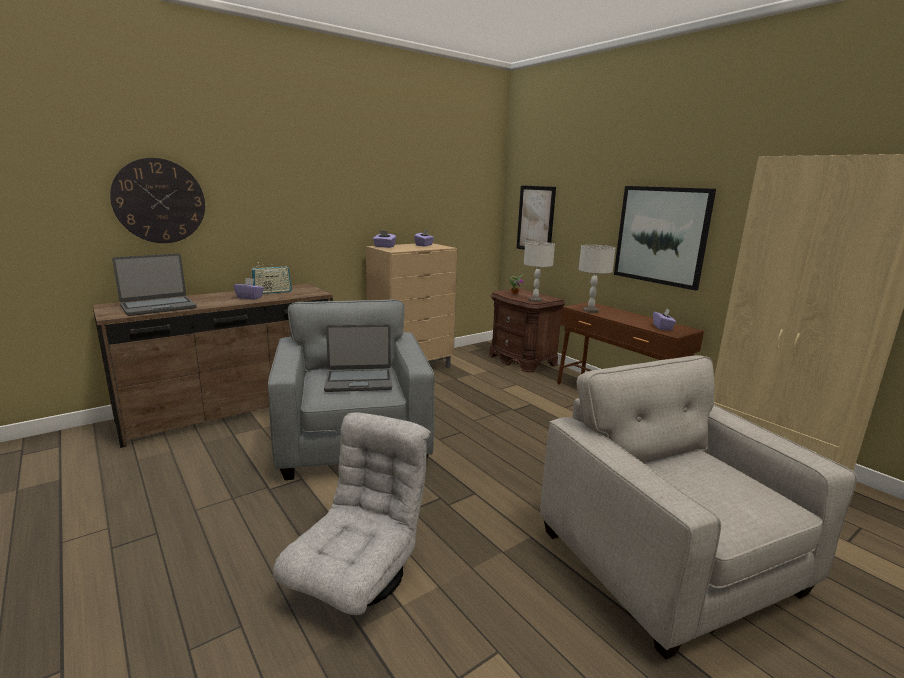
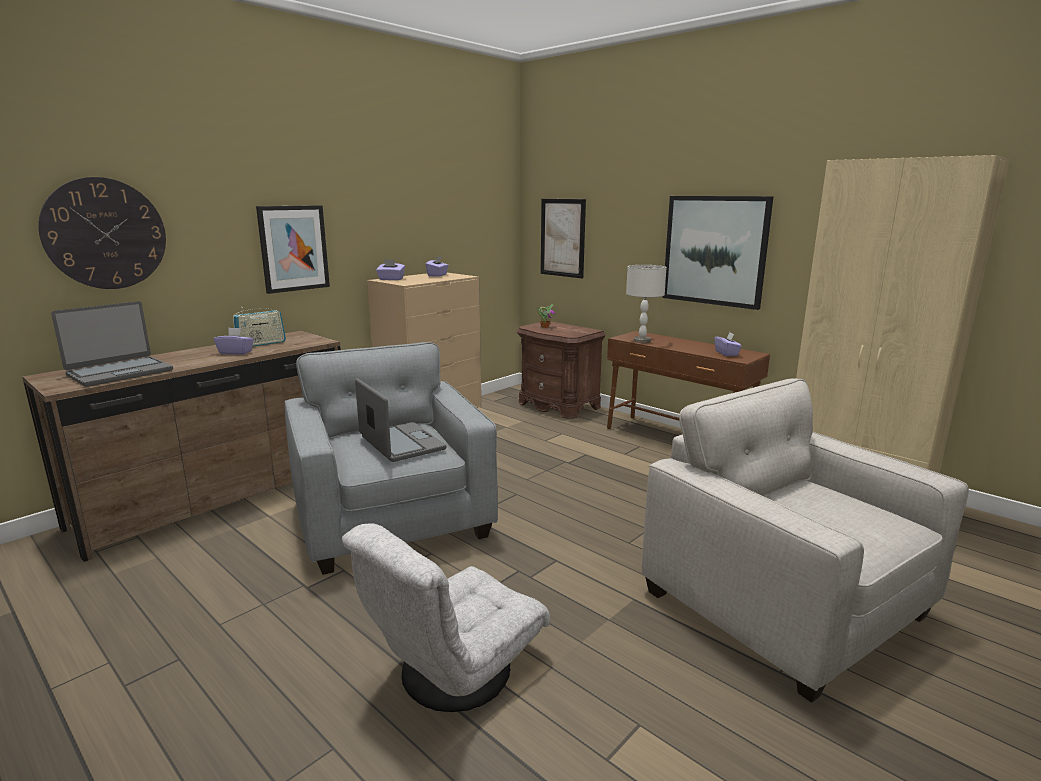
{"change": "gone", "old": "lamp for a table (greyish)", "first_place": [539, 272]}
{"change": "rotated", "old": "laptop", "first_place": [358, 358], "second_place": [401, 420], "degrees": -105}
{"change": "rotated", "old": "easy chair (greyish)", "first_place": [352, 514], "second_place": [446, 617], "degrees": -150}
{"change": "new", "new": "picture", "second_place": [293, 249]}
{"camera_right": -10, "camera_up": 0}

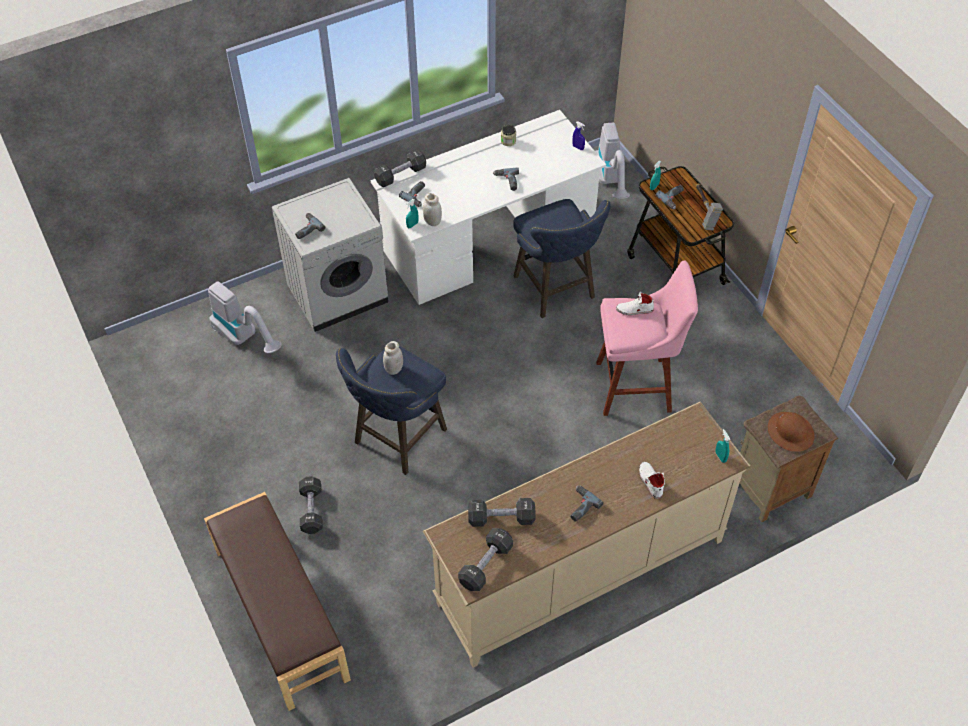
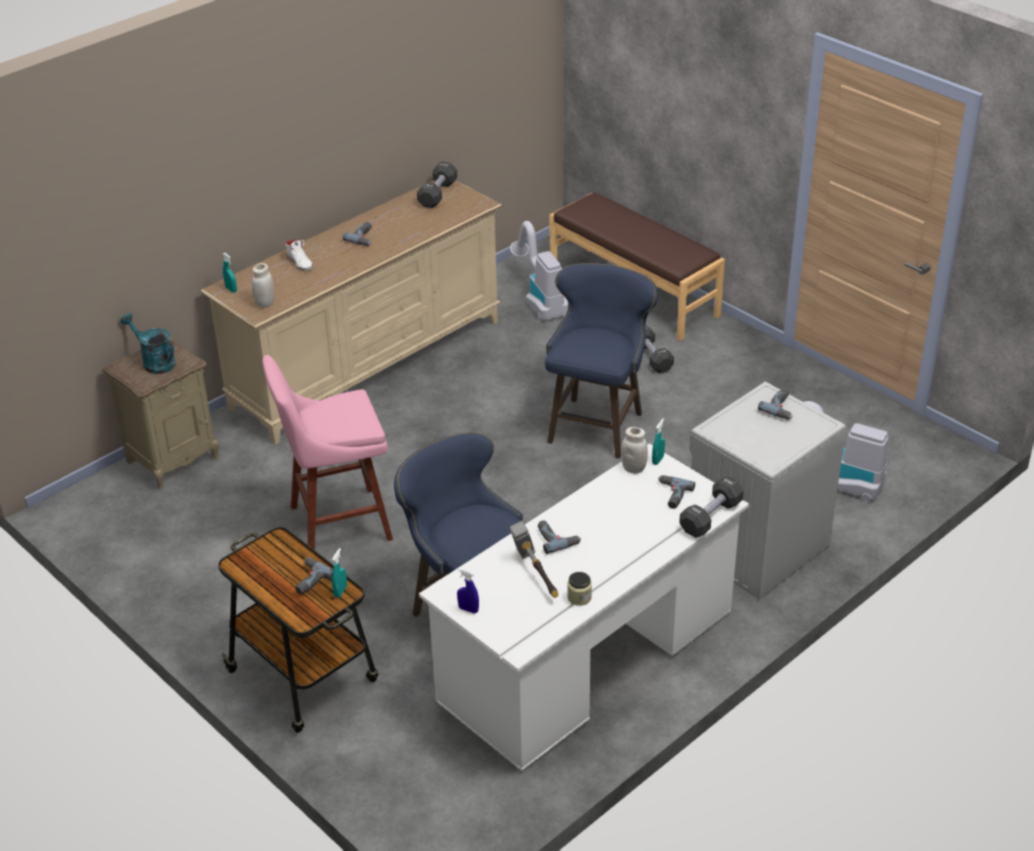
{"change": "shifted", "old": "hoover", "first_place": [612, 161], "second_place": [539, 271]}
{"change": "shifted", "old": "hand hammer", "first_place": [709, 206], "second_place": [534, 559]}
{"change": "gone", "old": "low shoe (white-coloured)", "first_place": [635, 303]}
{"change": "shifted", "old": "storage jar (white-coloured)", "first_place": [393, 358], "second_place": [263, 285]}
{"change": "swapped", "old": "work helmet (brownish)", "new": "watering pot (turquoise)", "first_place": [791, 432], "second_place": [148, 343]}
{"change": "gone", "old": "dumbbell (black-coloured)", "first_place": [502, 512]}
{"camera_right": 165, "camera_up": -15}

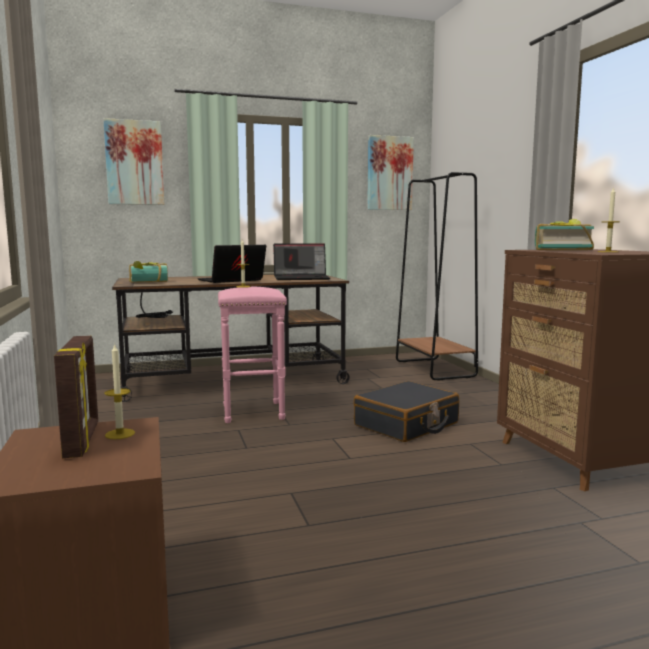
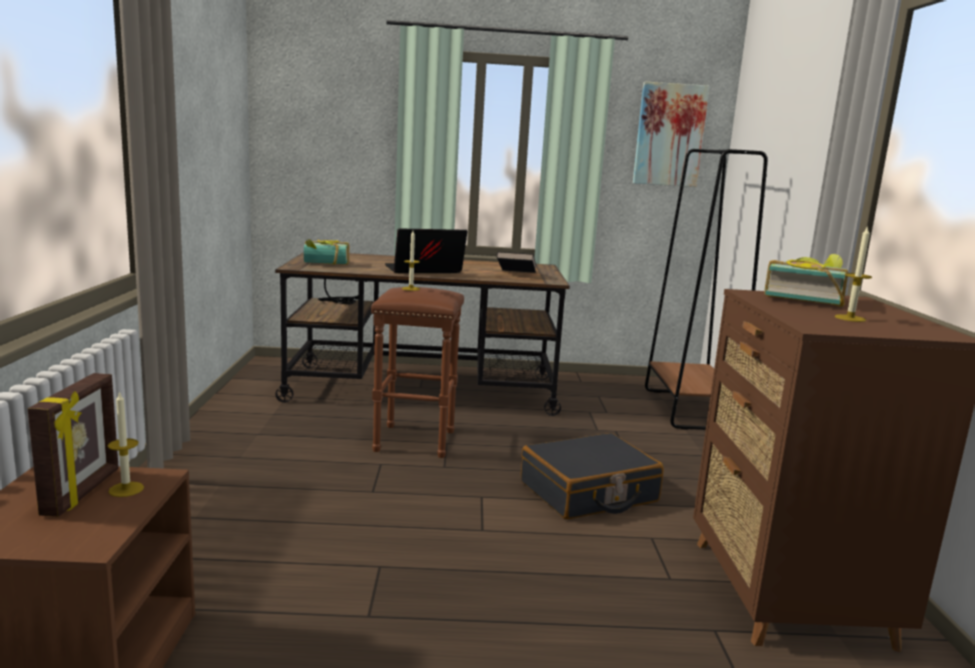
{"change": "gone", "old": "picture", "first_place": [133, 161]}
{"change": "swapped", "old": "laptop", "new": "bound book (black-coloured)", "first_place": [301, 261], "second_place": [516, 262]}
{"change": "repainted", "old": "stool seat (pinkish)", "new": "stool seat (brownish)", "first_place": [252, 355], "second_place": [417, 372]}
{"camera_right": 15, "camera_up": 5}

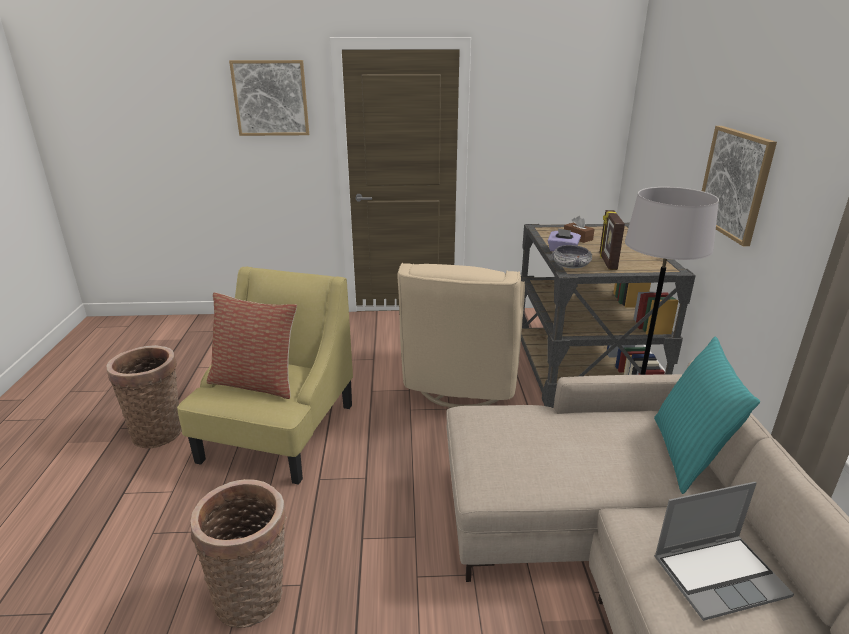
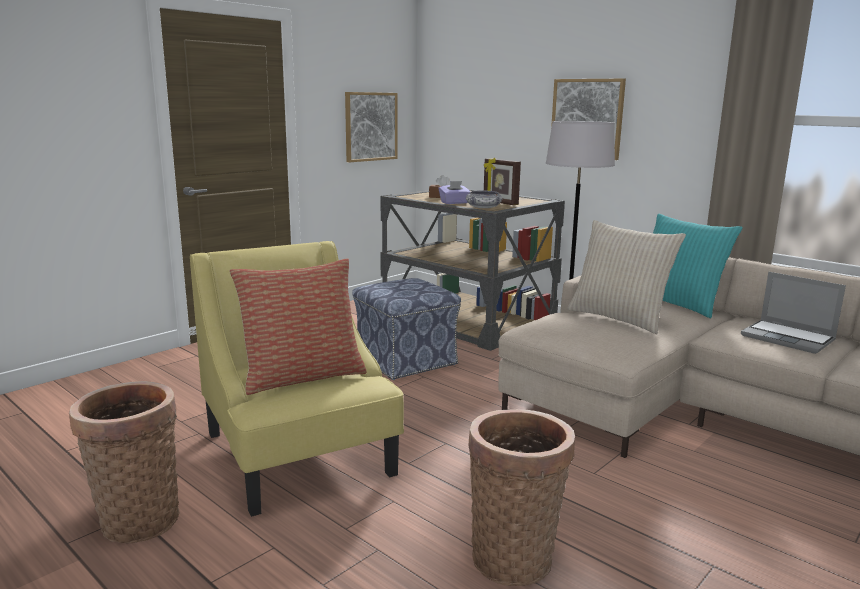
{"change": "shifted", "old": "picture", "first_place": [269, 98], "second_place": [371, 127]}
{"change": "swapped", "old": "easy chair (beige-coloured)", "new": "ottoman", "first_place": [461, 335], "second_place": [406, 329]}
{"change": "rotated", "old": "laptop", "first_place": [724, 551], "second_place": [793, 313], "degrees": 105}
{"change": "new", "new": "throw pillow (beige-coloured)", "second_place": [626, 277]}
{"camera_right": -45, "camera_up": -10}

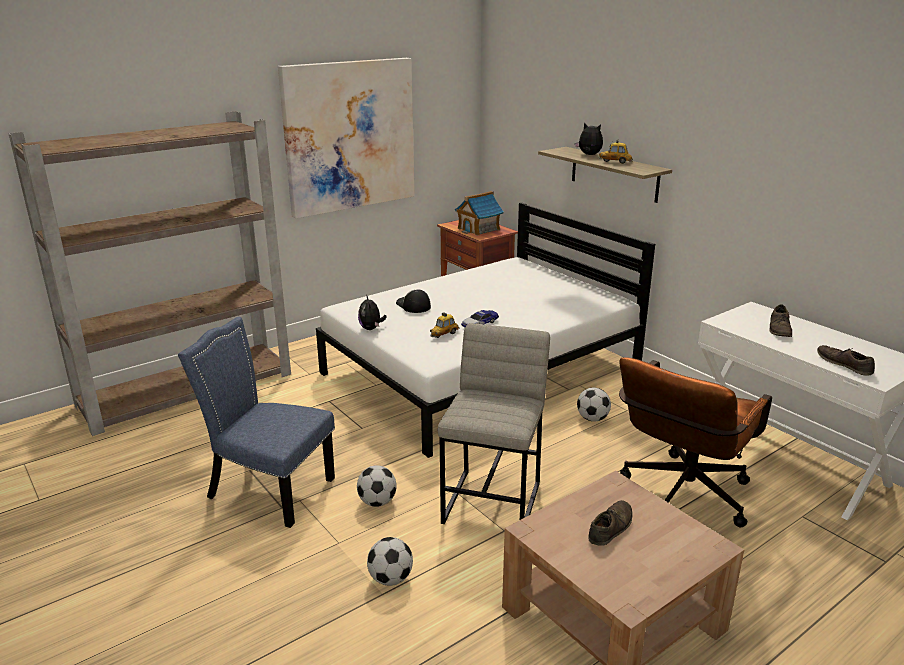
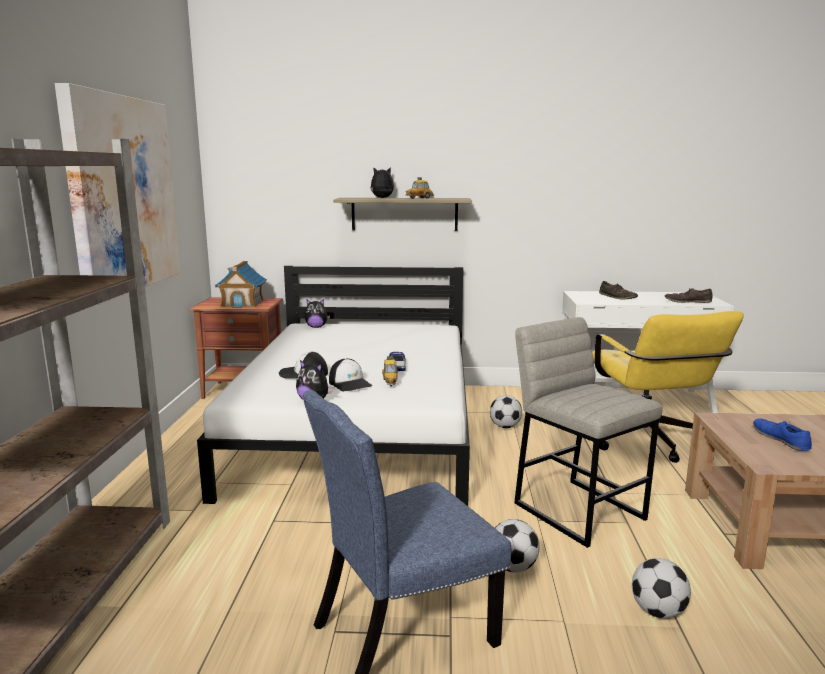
{"change": "repainted", "old": "desk chair (brownish)", "new": "desk chair (yellow-coloured)", "first_place": [695, 442], "second_place": [668, 387]}
{"change": "repainted", "old": "low shoe (brownish)", "new": "low shoe (blue)", "first_place": [611, 523], "second_place": [782, 434]}
{"change": "new", "new": "cuddly toy", "second_place": [317, 313]}
{"change": "new", "new": "peaked cap", "second_place": [350, 375]}
{"camera_right": -50, "camera_up": -10}

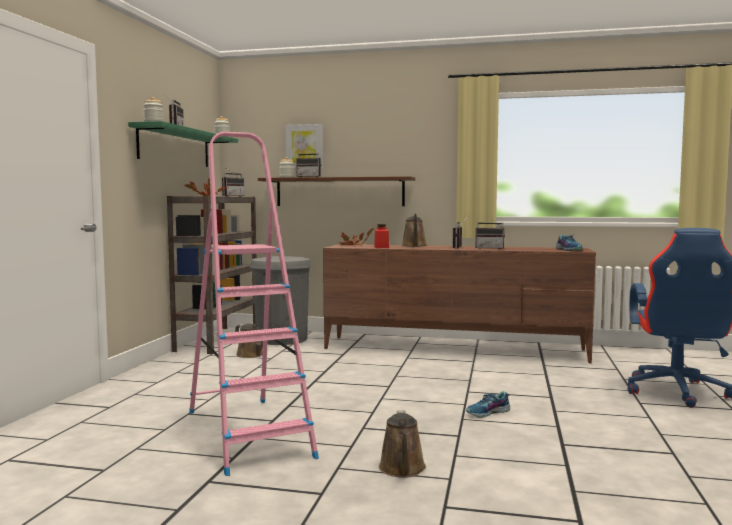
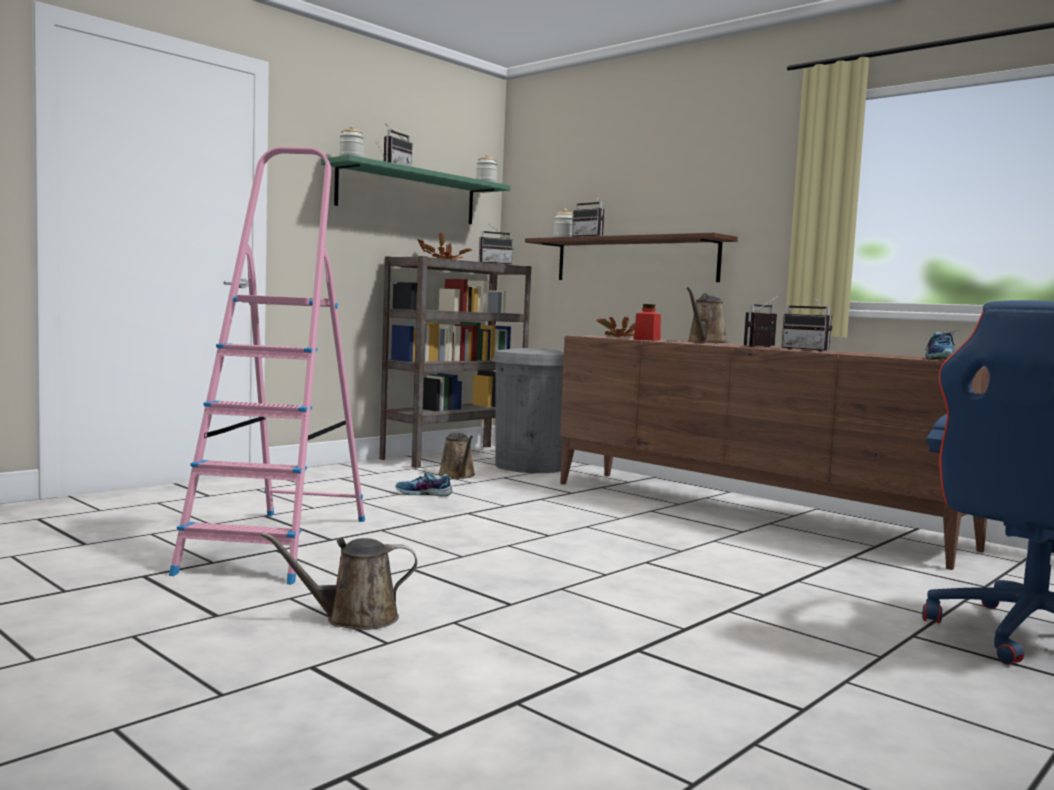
{"change": "gone", "old": "picture", "first_place": [304, 146]}
{"change": "shifted", "old": "low shoe", "first_place": [488, 404], "second_place": [424, 484]}
{"change": "rotated", "old": "watering pot (brownish)", "first_place": [402, 444], "second_place": [339, 581], "degrees": 45}
{"camera_right": 30, "camera_up": 0}

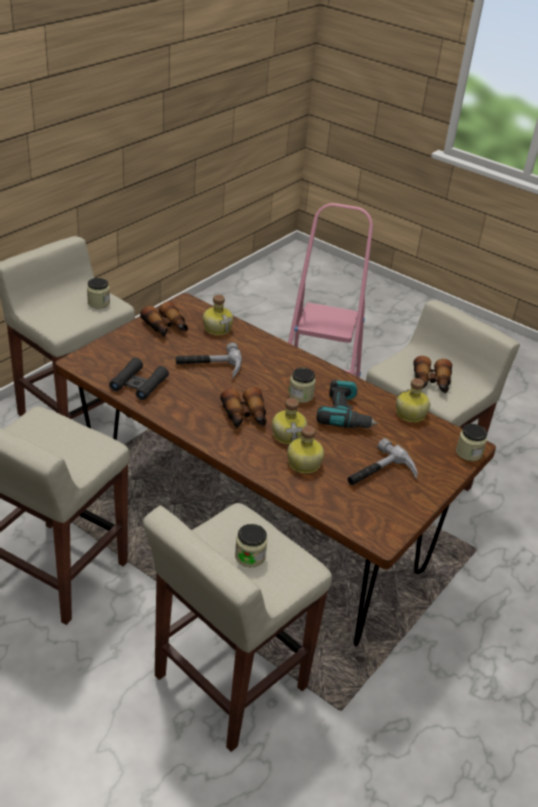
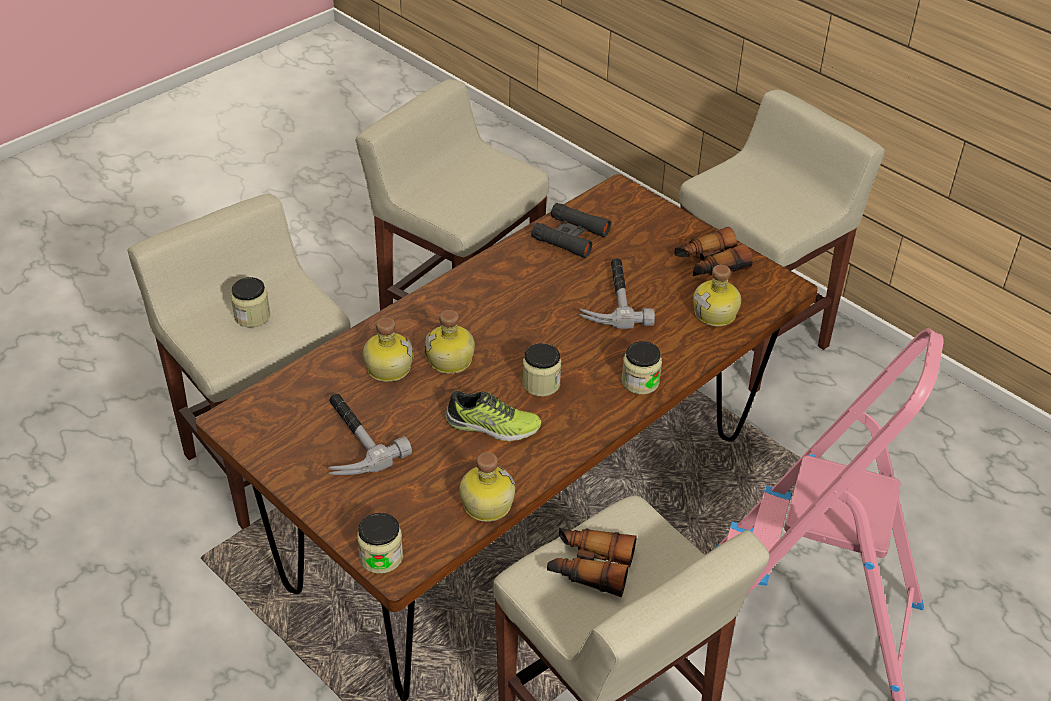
{"change": "shifted", "old": "storage jar", "first_place": [98, 293], "second_place": [642, 367]}
{"change": "swapped", "old": "electric drill", "new": "low shoe", "first_place": [347, 404], "second_place": [493, 416]}
{"change": "gone", "old": "field glasses", "first_place": [243, 407]}
{"camera_right": 100, "camera_up": 5}

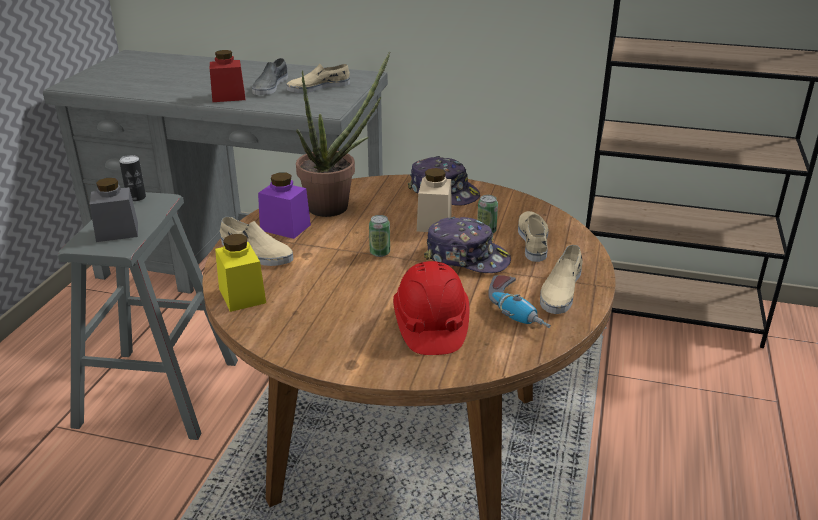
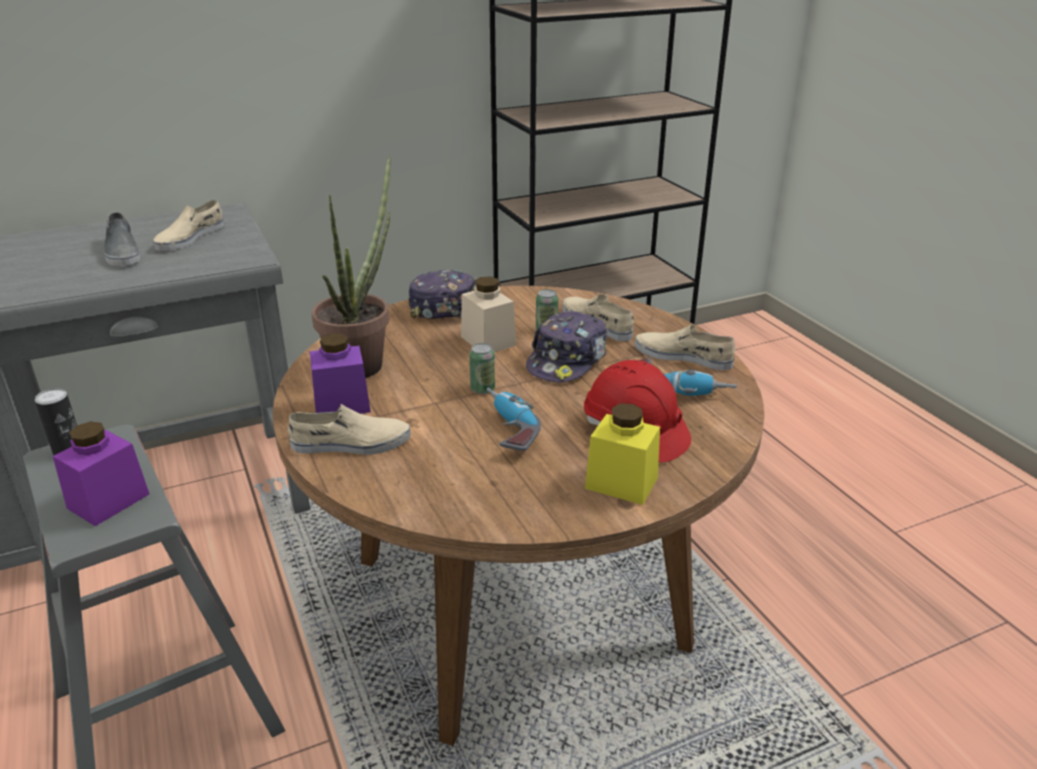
{"change": "gone", "old": "storage jar (red)", "first_place": [227, 76]}
{"change": "repainted", "old": "storage jar (greyish)", "new": "storage jar (purple-coloured)", "first_place": [114, 210], "second_place": [101, 474]}
{"change": "rotated", "old": "peaked cap", "first_place": [467, 244], "second_place": [566, 346], "degrees": 135}
{"change": "shifted", "old": "storage jar (yellow-coloured)", "first_place": [240, 273], "second_place": [622, 454]}
{"change": "rotated", "old": "low shoe (beige-coloured)", "first_place": [561, 279], "second_place": [684, 347], "degrees": 135}
{"change": "new", "new": "electric drill", "second_place": [513, 419]}
{"camera_right": -40, "camera_up": 0}

